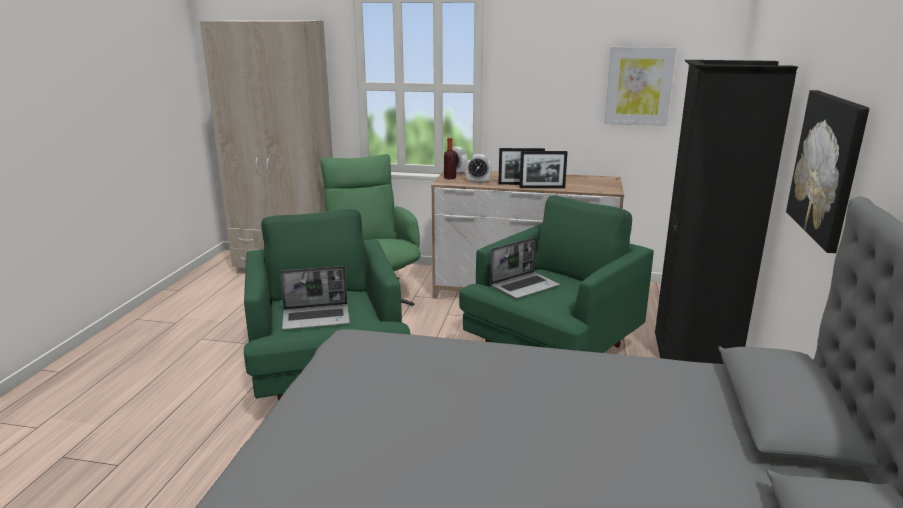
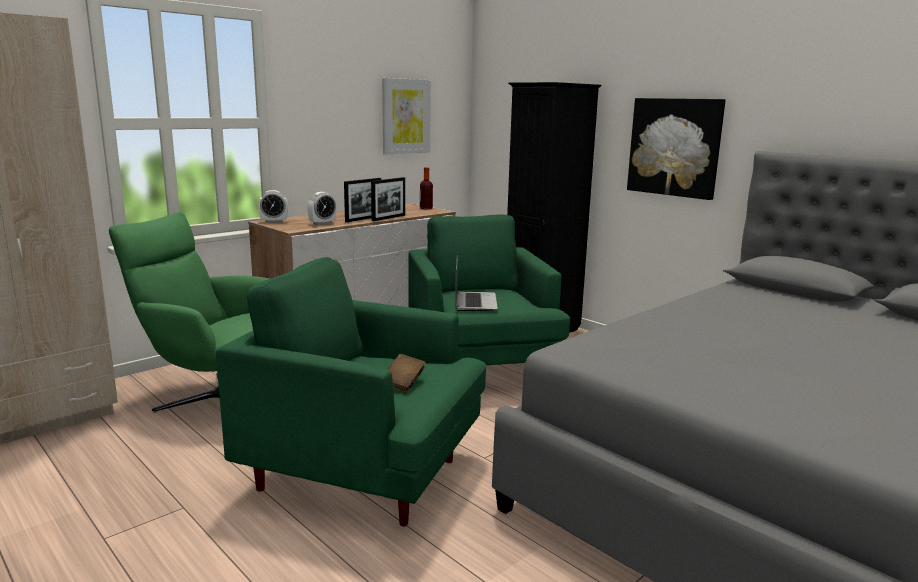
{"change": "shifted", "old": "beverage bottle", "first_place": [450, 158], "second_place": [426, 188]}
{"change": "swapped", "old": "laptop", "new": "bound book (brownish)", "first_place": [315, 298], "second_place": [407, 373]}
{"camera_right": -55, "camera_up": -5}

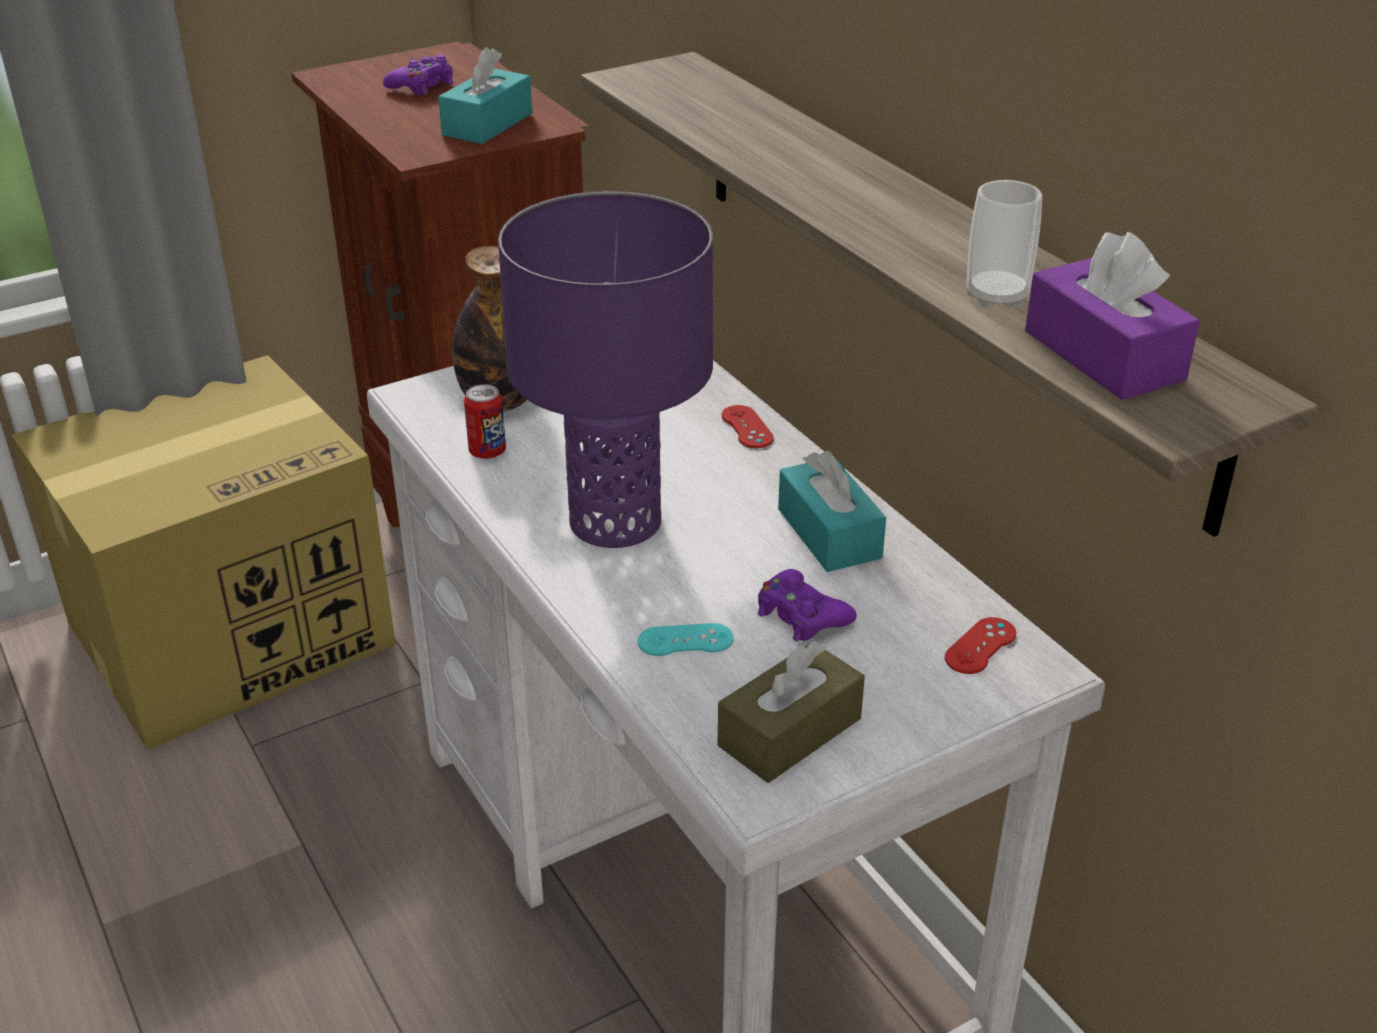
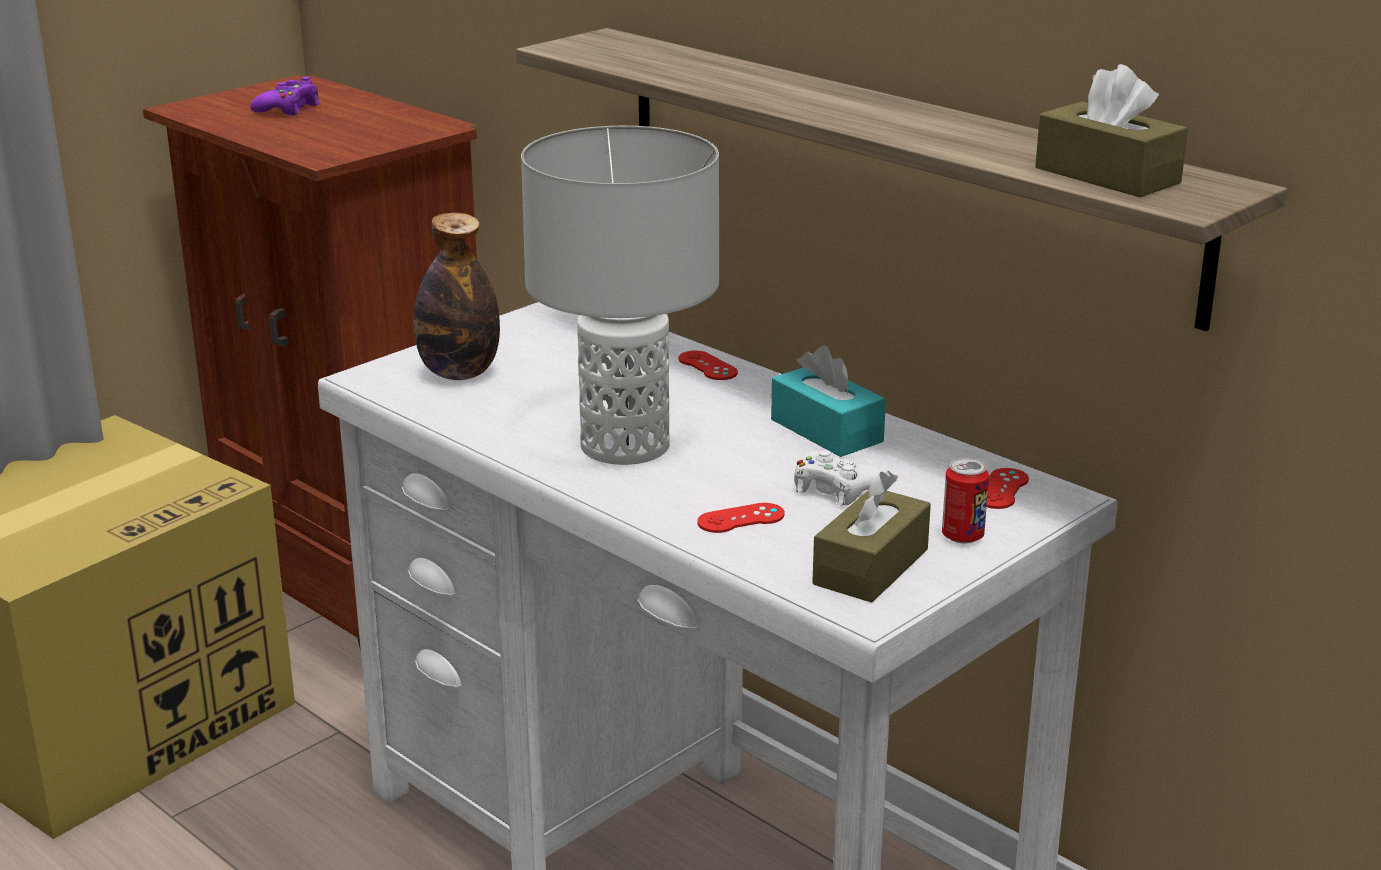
{"change": "gone", "old": "tissue holder (turquoise)", "first_place": [485, 95]}
{"change": "gone", "old": "small cup", "first_place": [1004, 244]}
{"change": "repainted", "old": "lamp for a table (purple-coloured)", "new": "lamp for a table (white-coloured)", "first_place": [605, 369], "second_place": [620, 295]}
{"change": "repainted", "old": "tissue holder (purple-coloured)", "new": "tissue holder (brownish)", "first_place": [1112, 316], "second_place": [1111, 130]}
{"change": "shifted", "old": "metal can", "first_place": [485, 421], "second_place": [965, 501]}
{"change": "repainted", "old": "game controller (purple-coloured)", "new": "game controller (white-coloured)", "first_place": [807, 605], "second_place": [838, 478]}
{"change": "repainted", "old": "game controller (turquoise)", "new": "game controller (red)", "first_place": [685, 639], "second_place": [741, 518]}
{"camera_right": -15, "camera_up": -10}

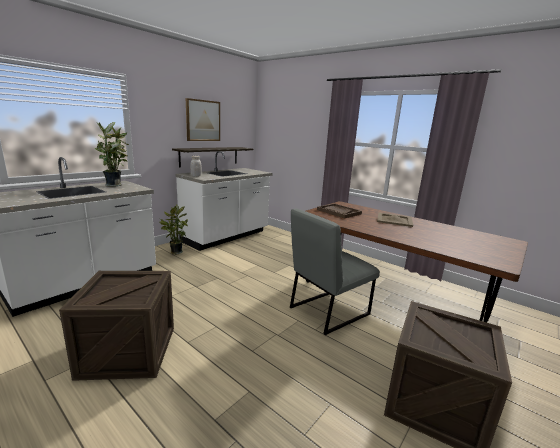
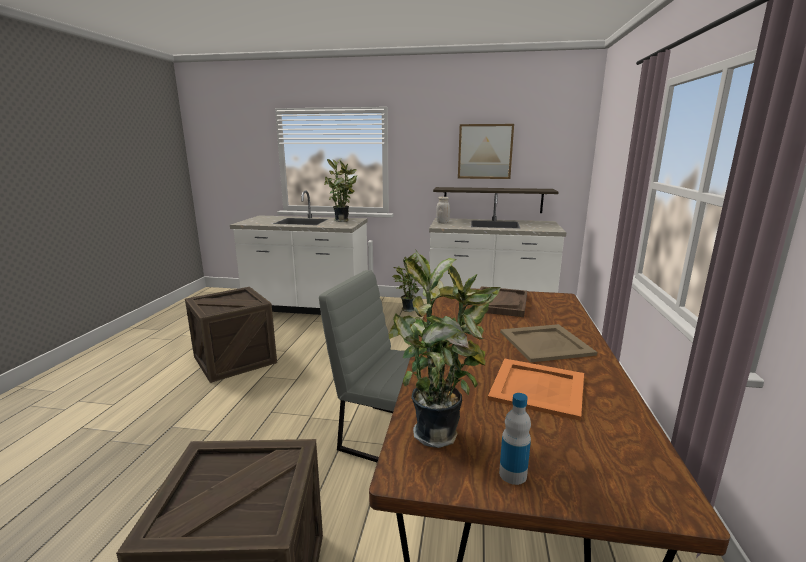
{"change": "new", "new": "houseplant", "second_place": [444, 348]}
{"change": "new", "new": "carrying tray (orange)", "second_place": [536, 389]}
{"change": "new", "new": "beverage bottle", "second_place": [515, 439]}
{"camera_right": 60, "camera_up": 0}

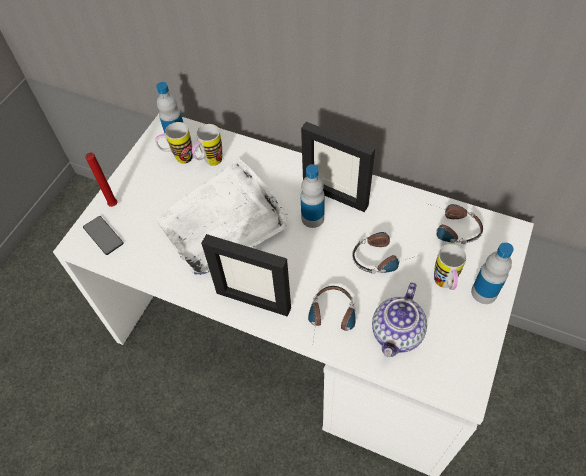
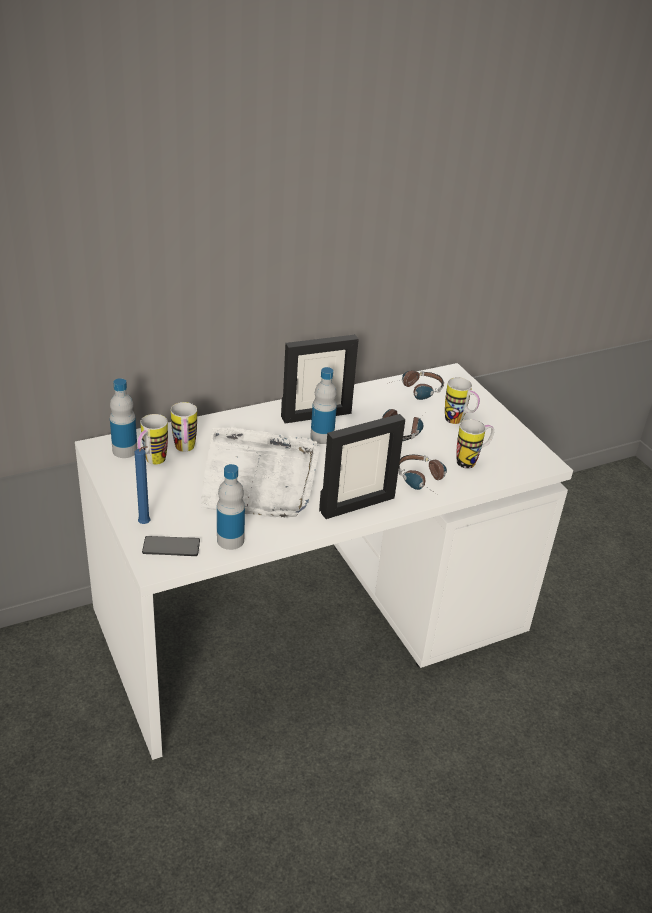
{"change": "repainted", "old": "wax light (red)", "new": "wax light (blue)", "first_place": [101, 180], "second_place": [142, 485]}
{"change": "shifted", "old": "beverage bottle", "first_place": [492, 273], "second_place": [231, 507]}
{"change": "swapped", "old": "tea pot", "new": "coffee mug", "first_place": [399, 319], "second_place": [475, 444]}
{"camera_right": -55, "camera_up": -20}

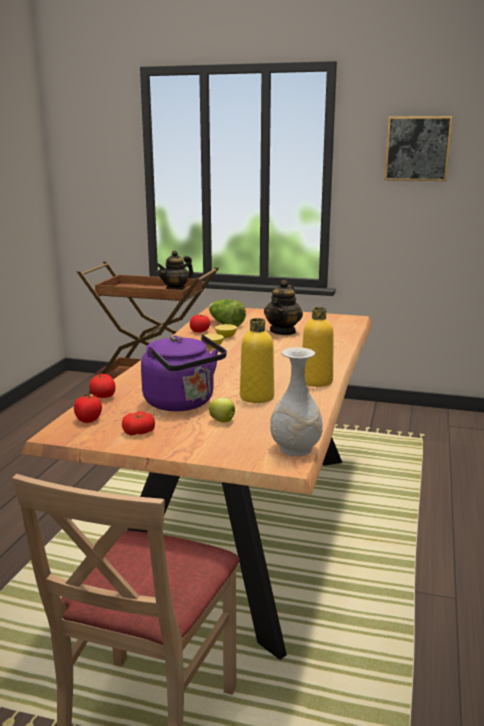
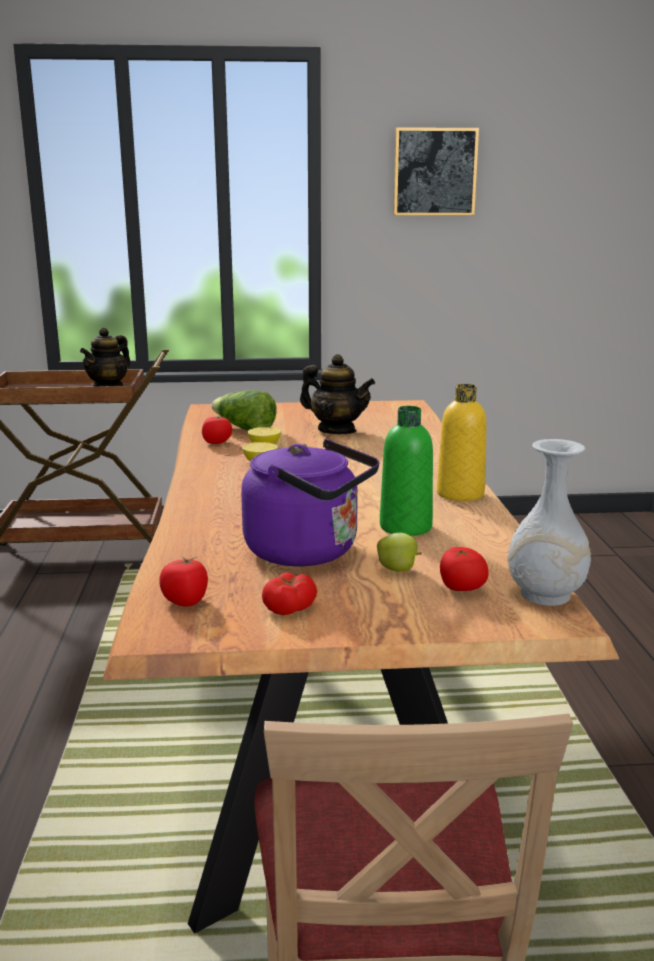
{"change": "rotated", "old": "tea pot", "first_place": [283, 307], "second_place": [337, 394], "degrees": -60}
{"change": "repainted", "old": "beverage bottle (yellow-coloured)", "new": "beverage bottle (green)", "first_place": [257, 360], "second_place": [406, 471]}
{"change": "shifted", "old": "tomato", "first_place": [102, 386], "second_place": [464, 569]}
{"camera_right": -20, "camera_up": 0}

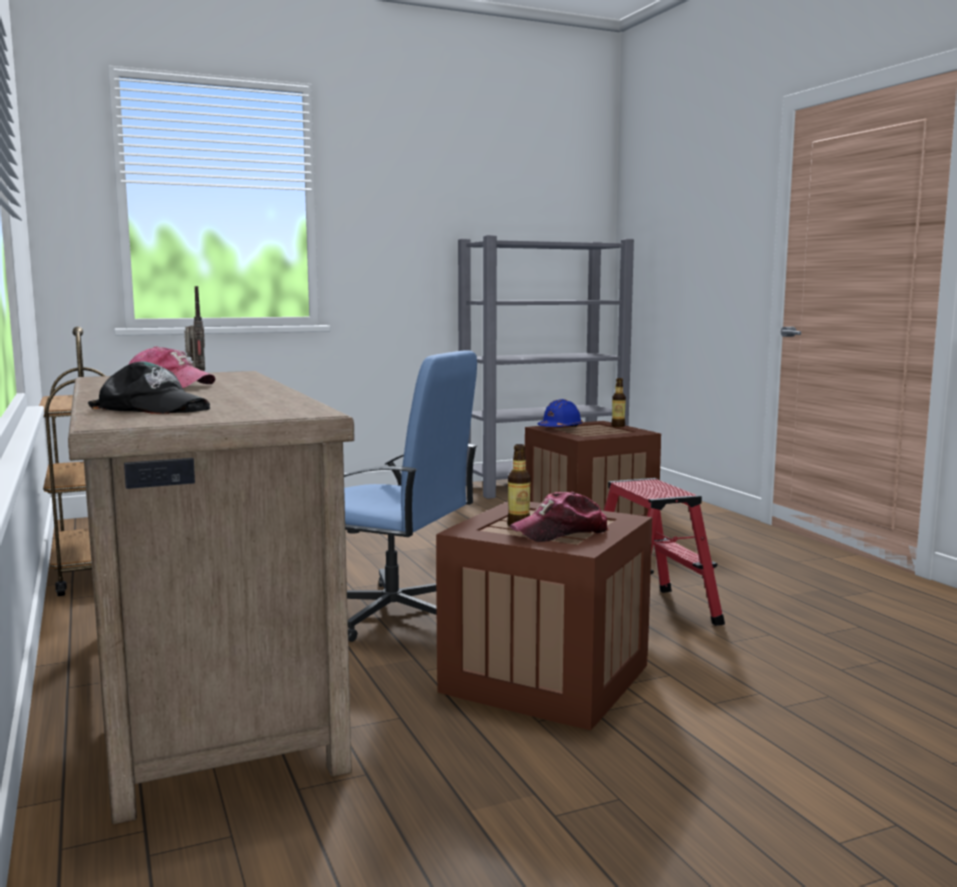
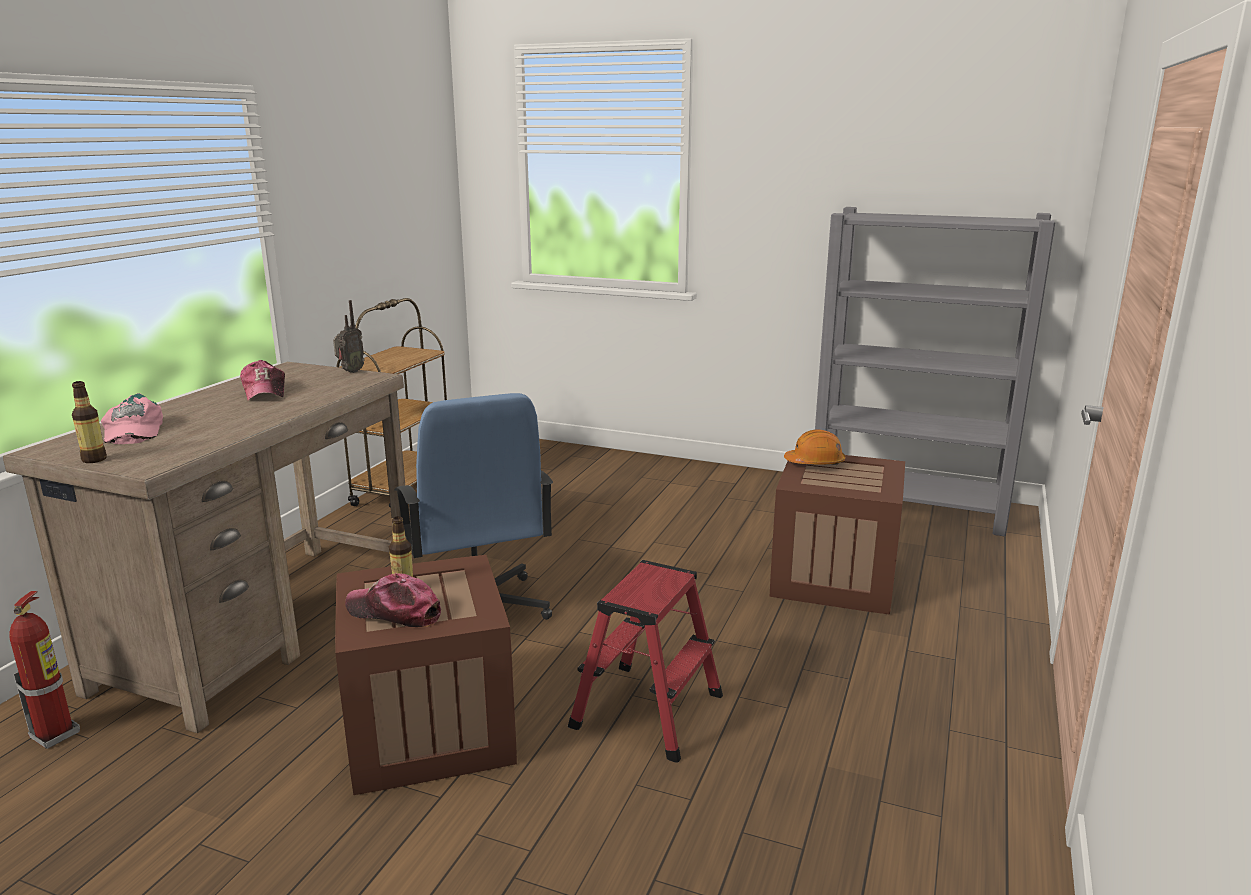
{"change": "repainted", "old": "peaked cap (black-coloured)", "new": "peaked cap (pinkish)", "first_place": [149, 387], "second_place": [132, 418]}
{"change": "shifted", "old": "beverage bottle", "first_place": [619, 402], "second_place": [89, 422]}
{"change": "repainted", "old": "work helmet (blue)", "new": "work helmet (orange)", "first_place": [560, 413], "second_place": [814, 447]}
{"change": "new", "new": "extinguisher", "second_place": [44, 670]}
{"camera_right": 45, "camera_up": 10}

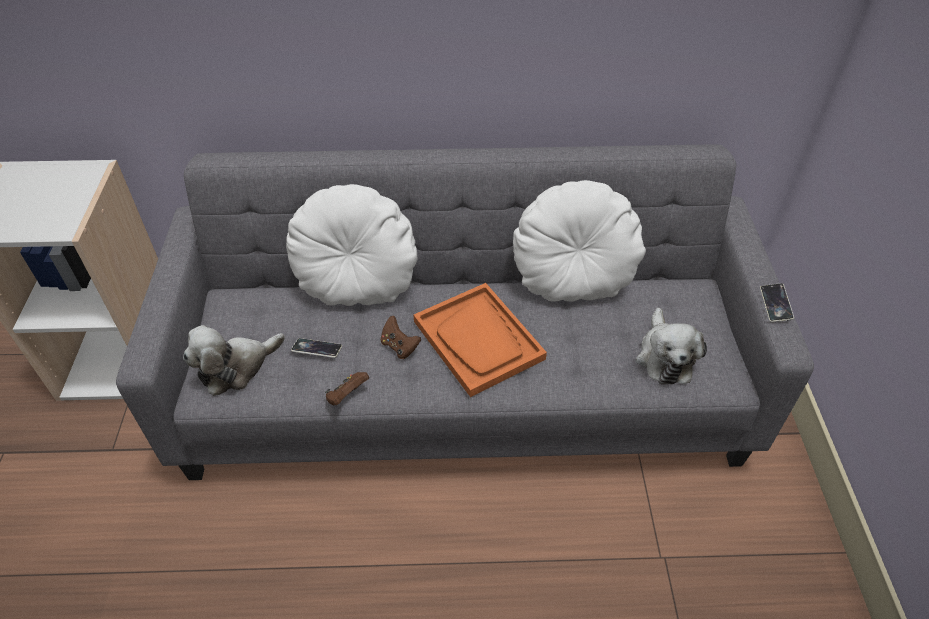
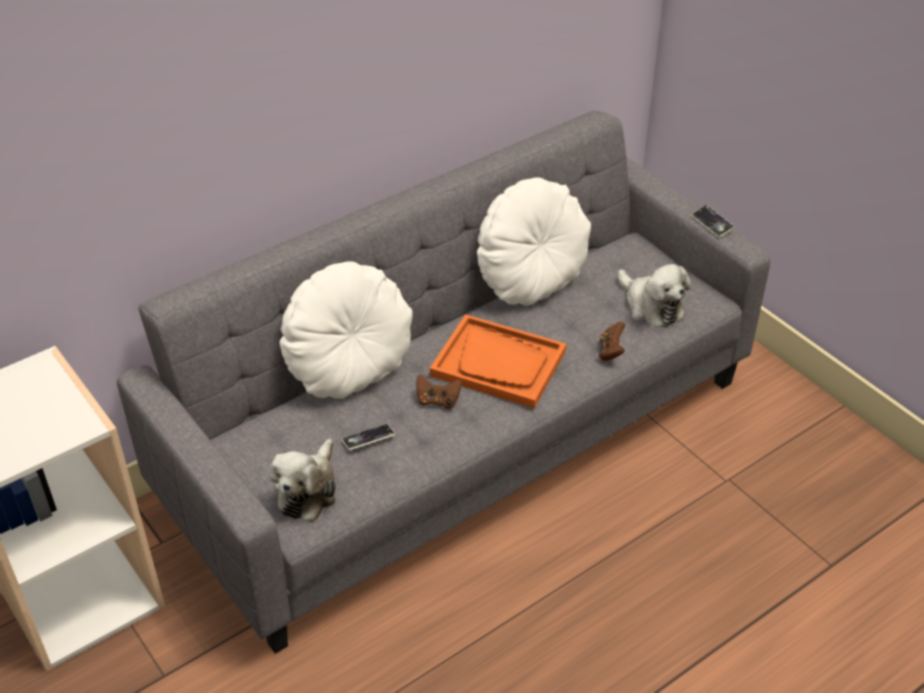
{"change": "shifted", "old": "game controller (brownish)", "first_place": [347, 388], "second_place": [612, 341]}
{"camera_right": -35, "camera_up": -5}

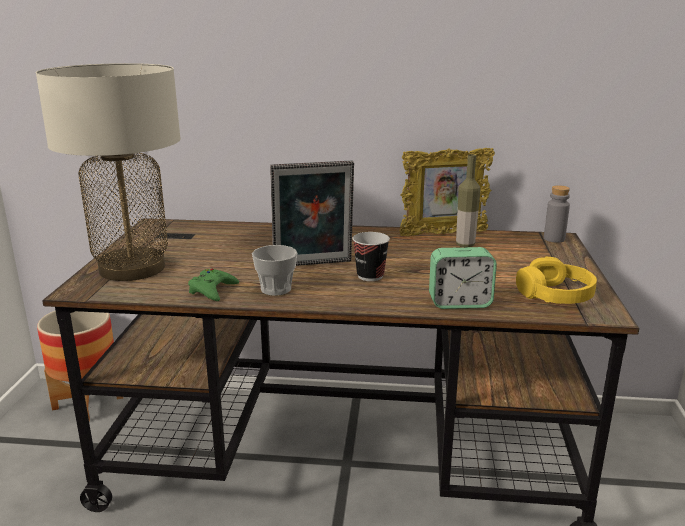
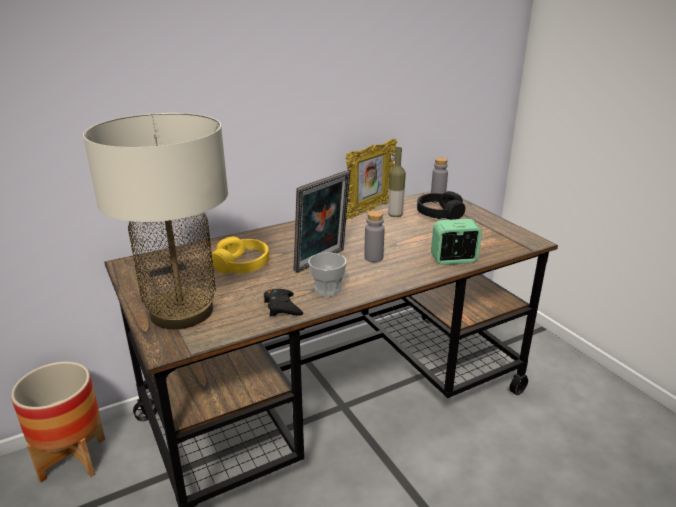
{"change": "swapped", "old": "small cup", "new": "beverage bottle (greyish)", "first_place": [371, 256], "second_place": [374, 236]}
{"change": "rotated", "old": "alarm clock", "first_place": [463, 278], "second_place": [456, 242], "degrees": -150}
{"change": "shifted", "old": "headphones (yellow-coloured)", "first_place": [556, 280], "second_place": [239, 255]}
{"change": "repainted", "old": "game controller (green)", "new": "game controller (black-coloured)", "first_place": [213, 285], "second_place": [283, 302]}
{"change": "new", "new": "headphones (black-coloured)", "second_place": [441, 205]}
{"camera_right": -35, "camera_up": 5}

